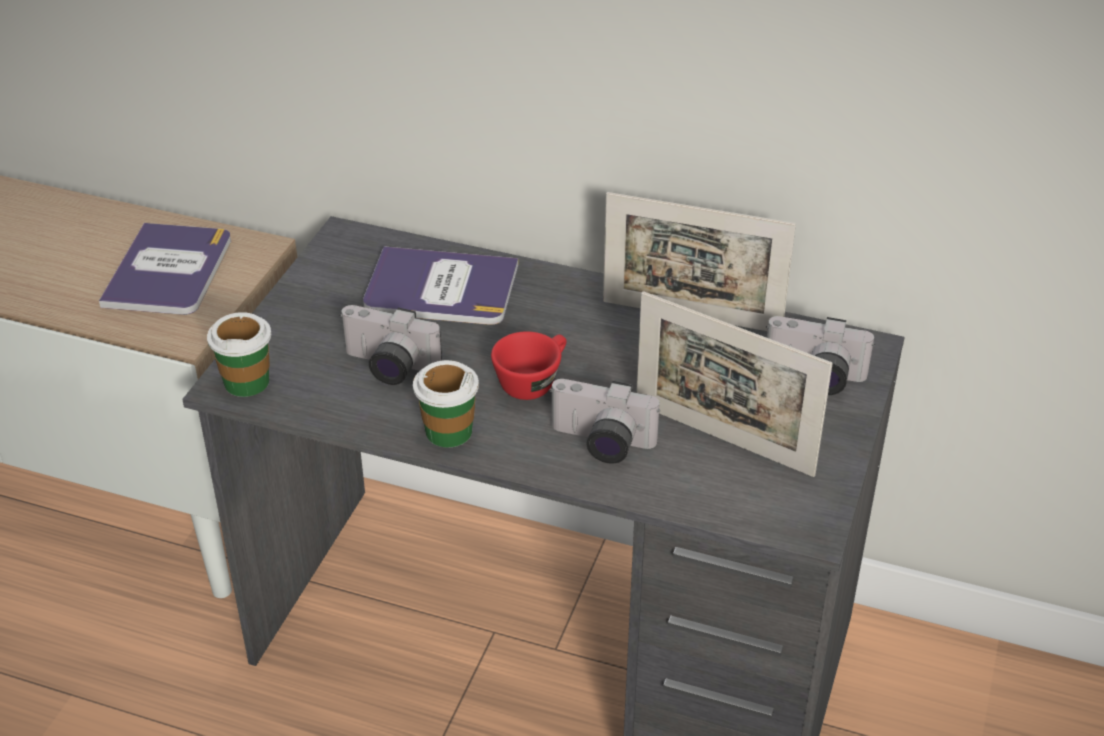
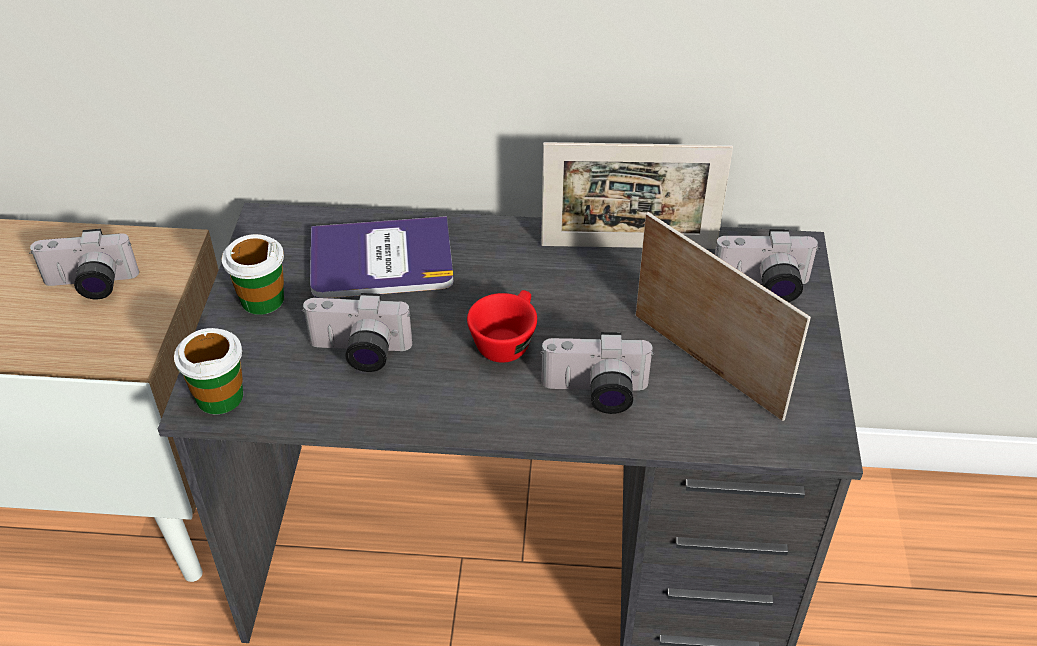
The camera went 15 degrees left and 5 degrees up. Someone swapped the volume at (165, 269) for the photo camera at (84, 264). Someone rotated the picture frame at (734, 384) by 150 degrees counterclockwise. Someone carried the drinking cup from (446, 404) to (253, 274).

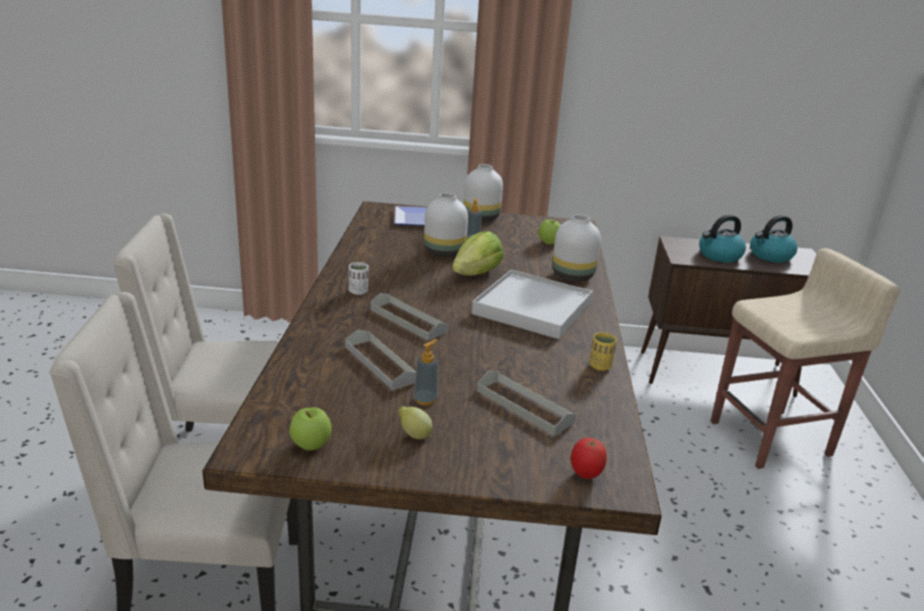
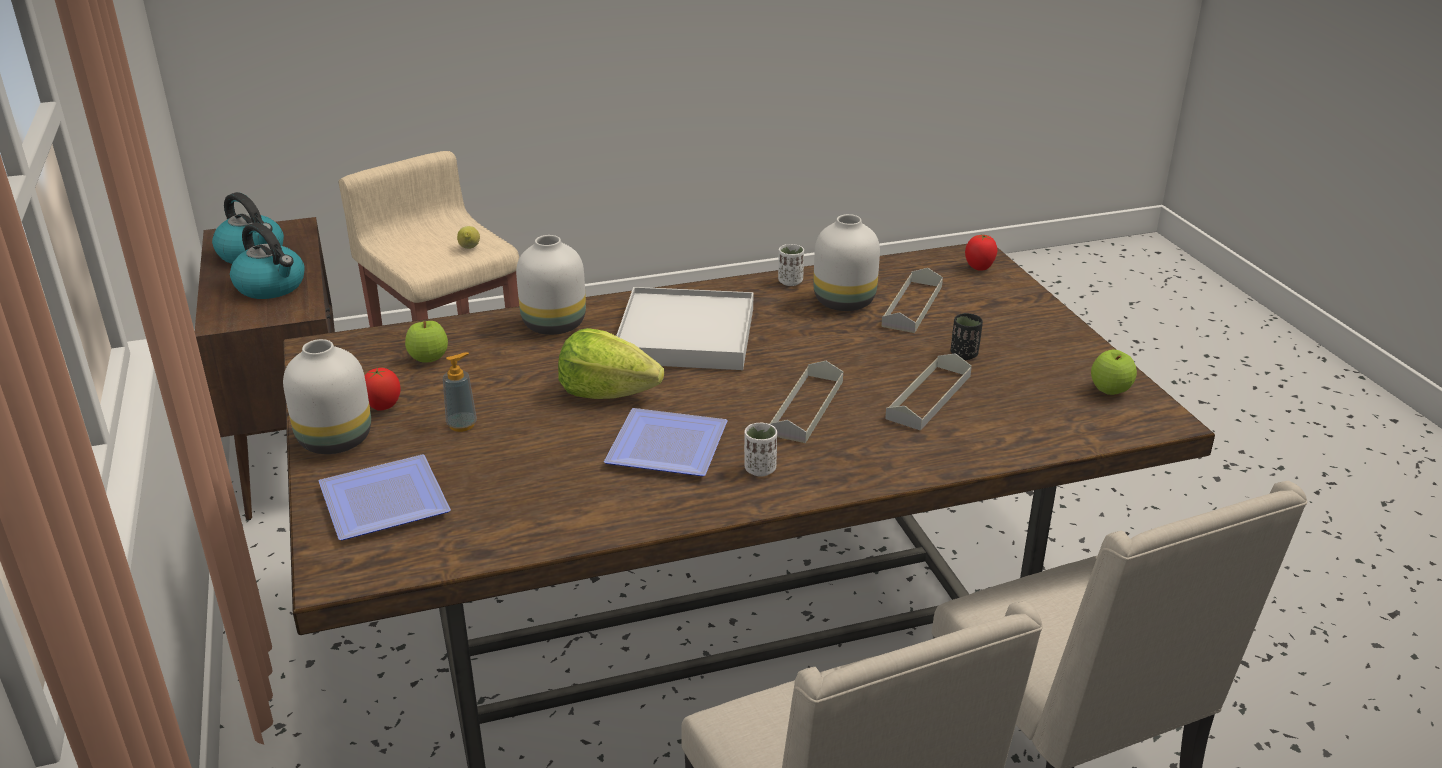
The camera went 110 degrees left and 5 degrees up. Someone carried the flower vase in white from (446, 225) to (847, 262). Someone repainted the drinking cup in yellow-coloured at (603, 352), which became the drinking cup in white at (791, 265). Someone swapped the liquid soap bottle at (425, 372) for the drinking cup in black at (967, 336). Someone carried the lemon from (415, 423) to (468, 237). Someone put down the fresh tomato at (382, 389). Someone put down the flat dish at (666, 442).

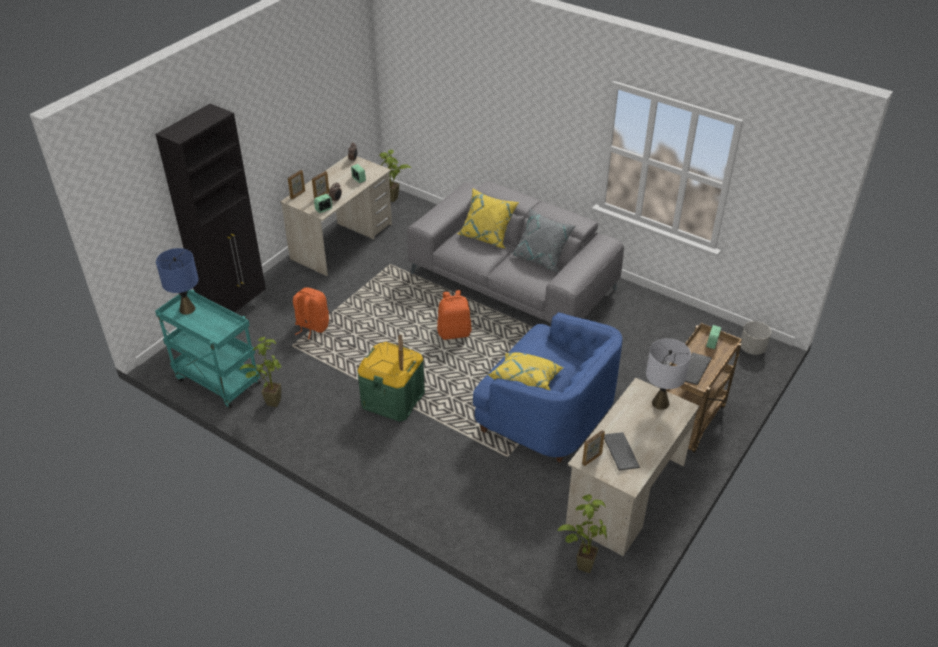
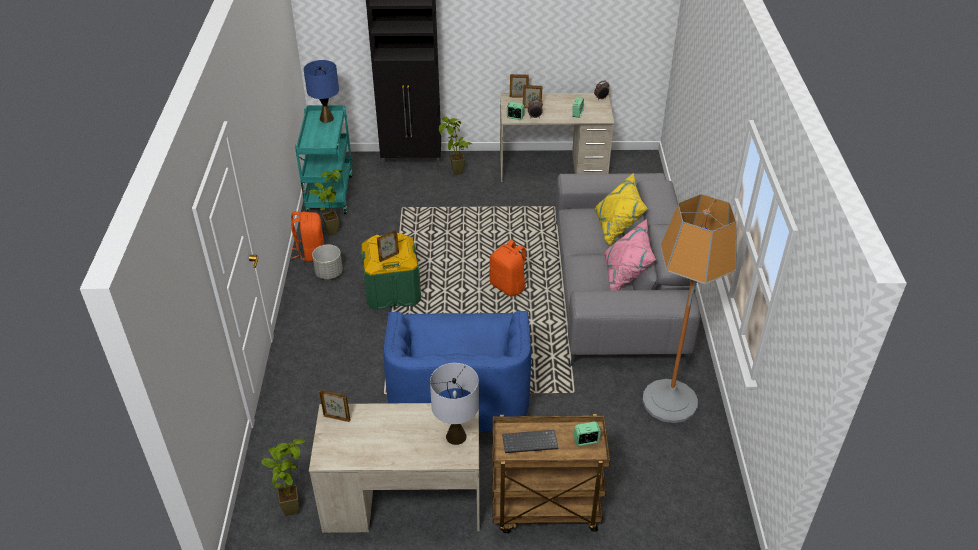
The camera went 55 degrees right and 0 degrees up. Someone carried the plant in a pot from (395, 176) to (455, 146). Someone repainted the cushion in grey at (543, 240), which became the cushion in pink at (630, 254). Someone carried the rucksack in orange-coloured from (311, 313) to (307, 236). Someone carried the plant pot in grey from (756, 338) to (327, 262). Someone took away the cushion in yellow-coloured at (525, 371). Someone took away the keyboard at (622, 451). Someone put down the floor lamp at (689, 308).

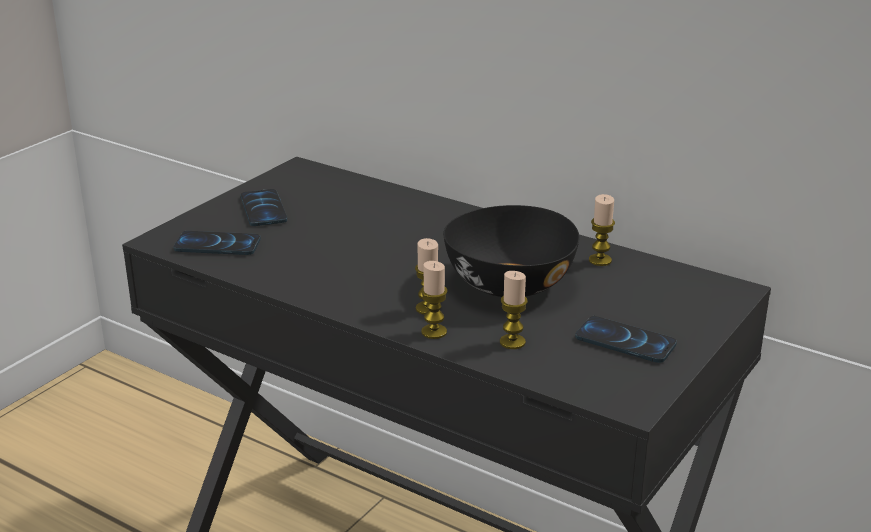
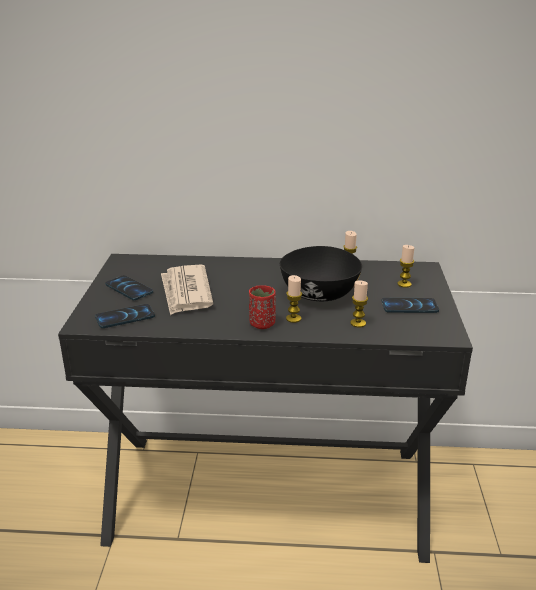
The camera went 30 degrees left and 0 degrees up. Someone carried the wax light from (434, 300) to (405, 266). Someone put down the printed paper at (187, 290). Someone put down the drinking cup in reddish at (262, 307).

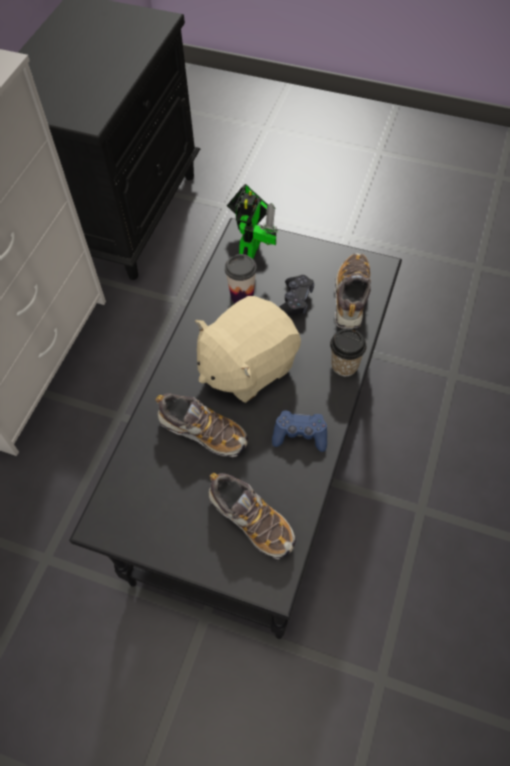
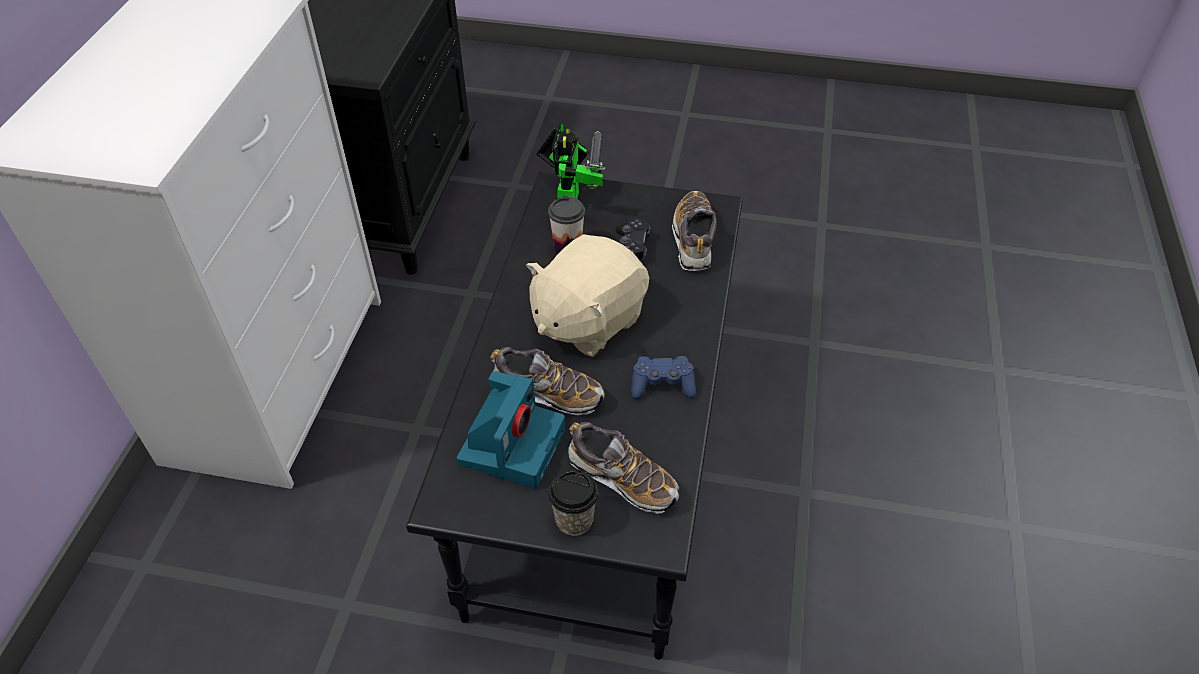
The camera went 10 degrees left and 10 degrees down. Someone carried the drinking cup from (348, 352) to (573, 502). Someone put down the photo camera at (511, 430).

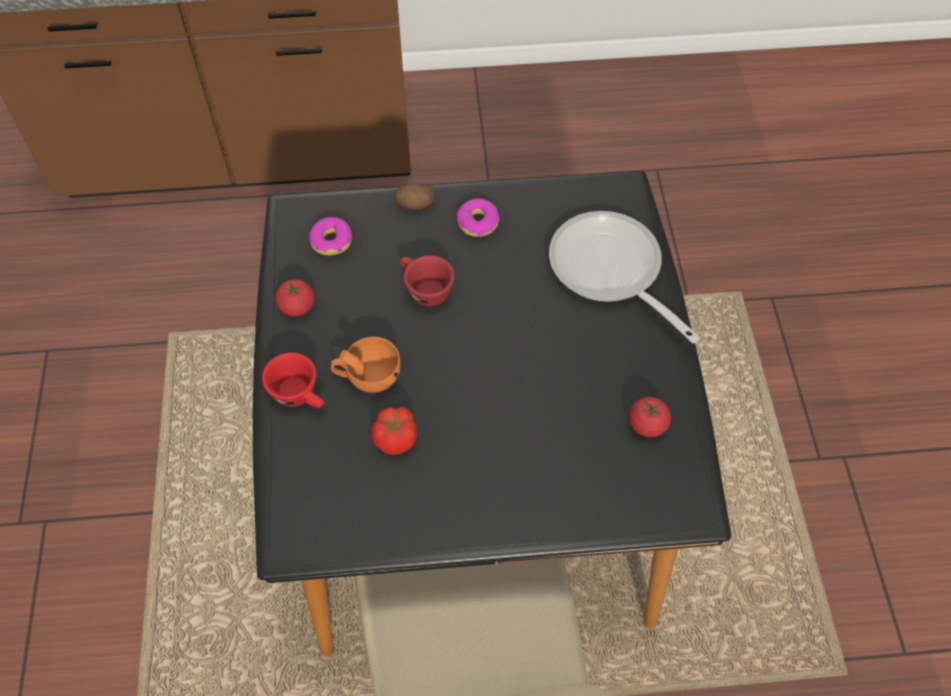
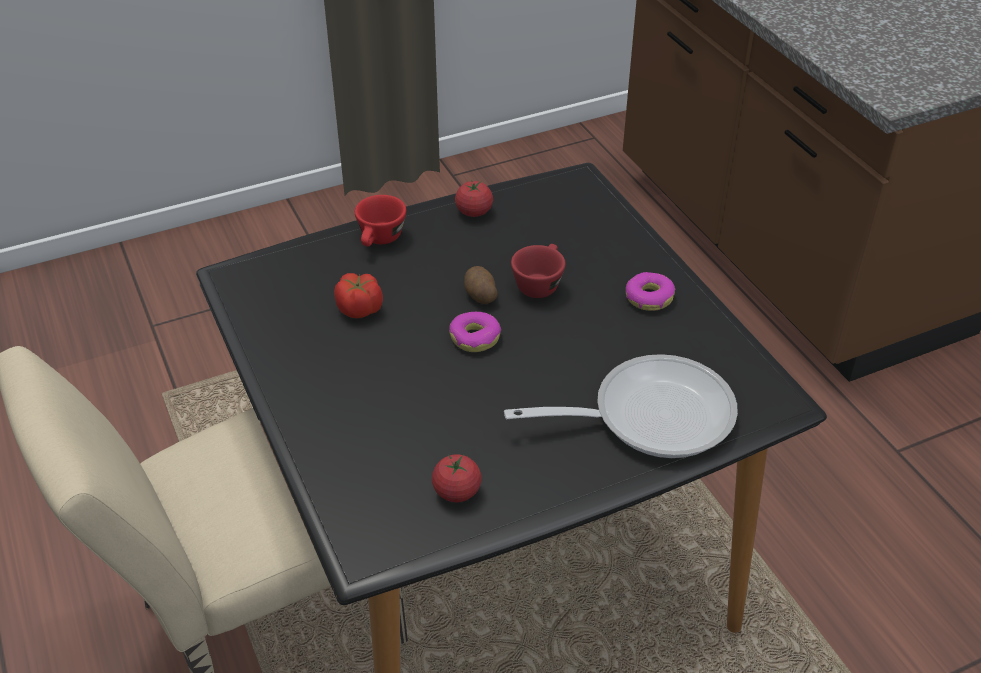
The camera went 70 degrees right and 15 degrees down. Someone carried the whole potato from (414, 196) to (481, 285). Someone rotated the skillet at (624, 277) by 45 degrees clockwise. Someone carried the donut from (330, 236) to (475, 332). Someone took away the drinking cup in orange-coloured at (366, 365).

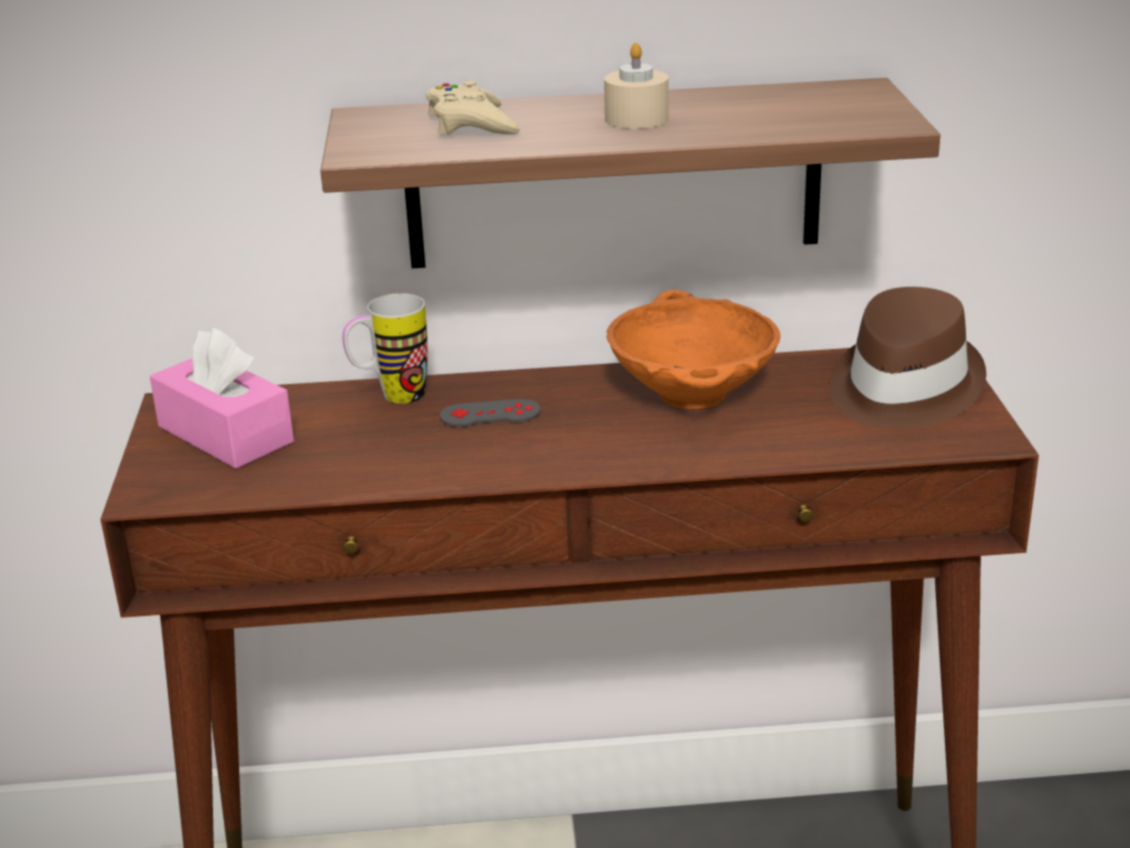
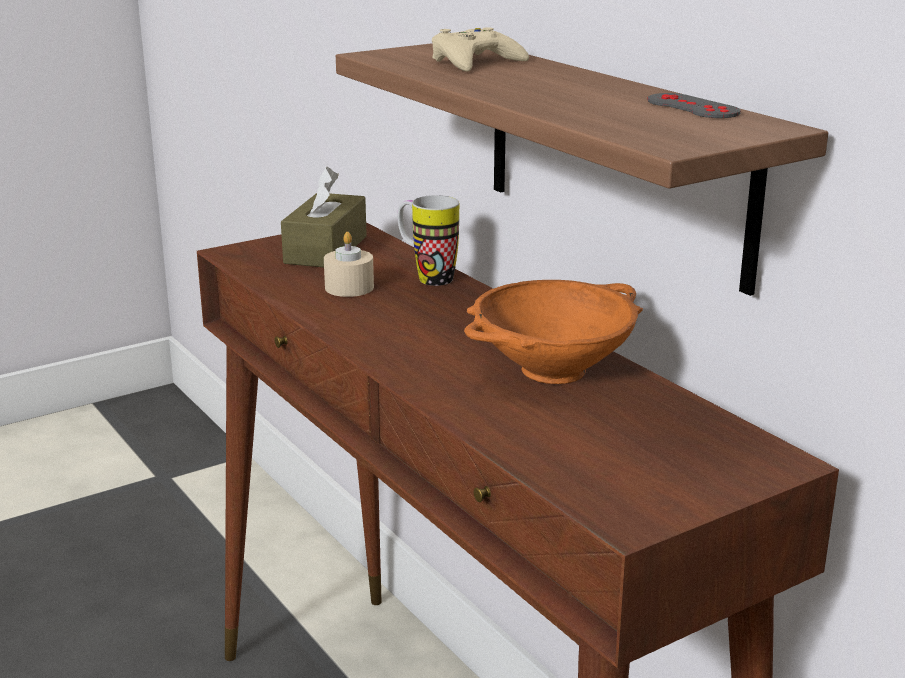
The camera went 60 degrees right and 5 degrees down. Someone carried the wax light in beige-coloured from (636, 86) to (349, 264). Someone took away the hat in brownish at (907, 358). Someone repainted the tissue box in pink at (222, 398), which became the tissue box in brownish at (324, 217). Someone carried the gamepad in grey from (490, 413) to (694, 105).

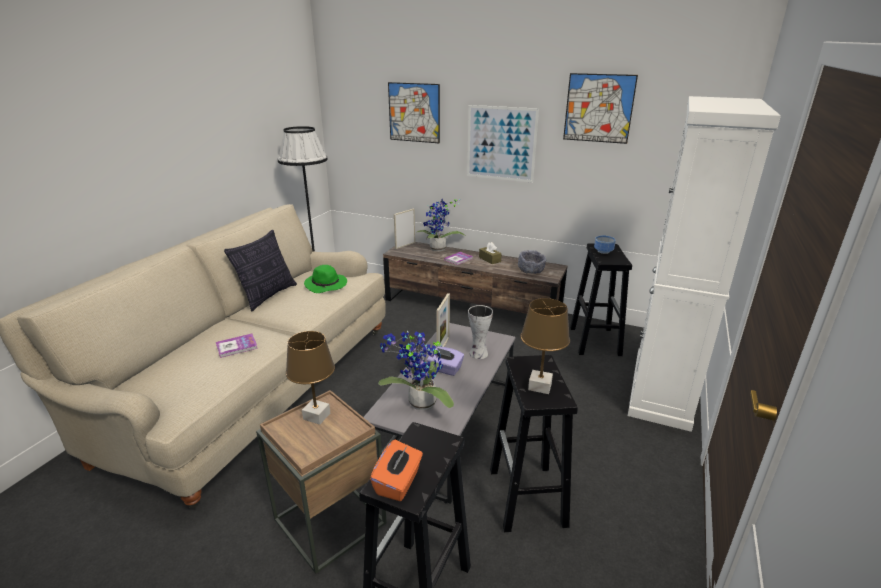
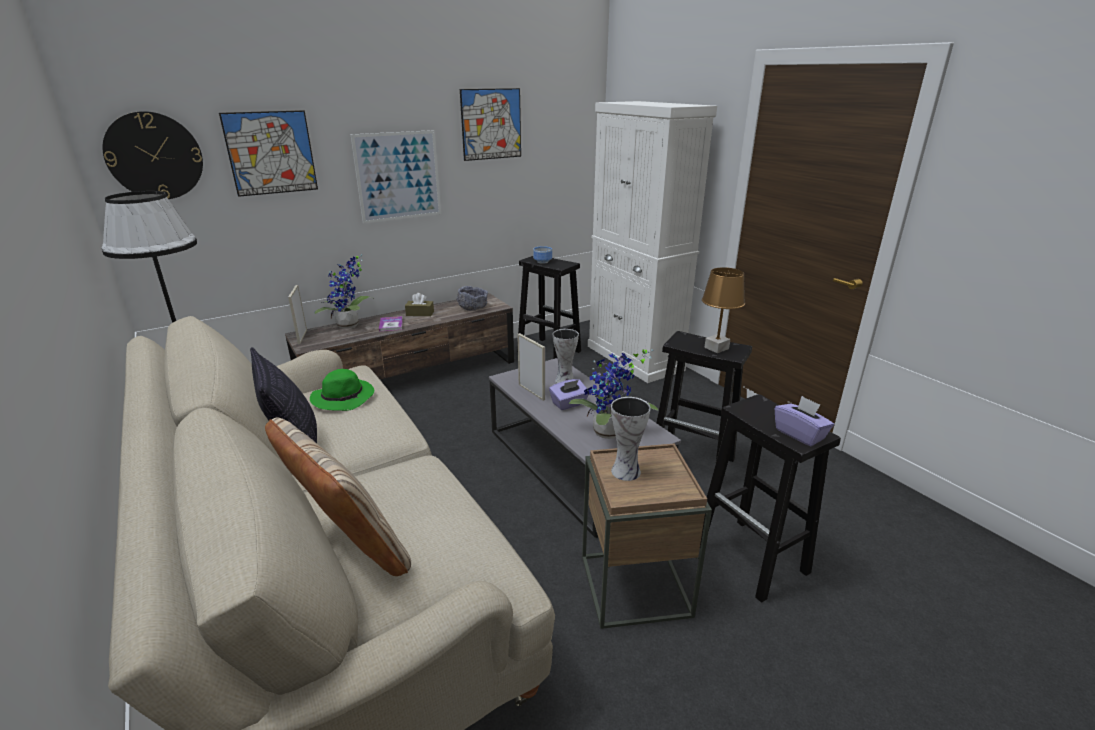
The camera went 55 degrees left and 0 degrees up. Someone swapped the lamp for a table in brownish at (310, 377) for the flower vase at (631, 439). Someone took away the volume at (237, 346). Someone repainted the tissue box in orange-coloured at (396, 470), which became the tissue box in purple-coloured at (804, 421). Someone put up the clock on the wall at (152, 155). Someone put down the cushion in beige-coloured at (338, 496).

